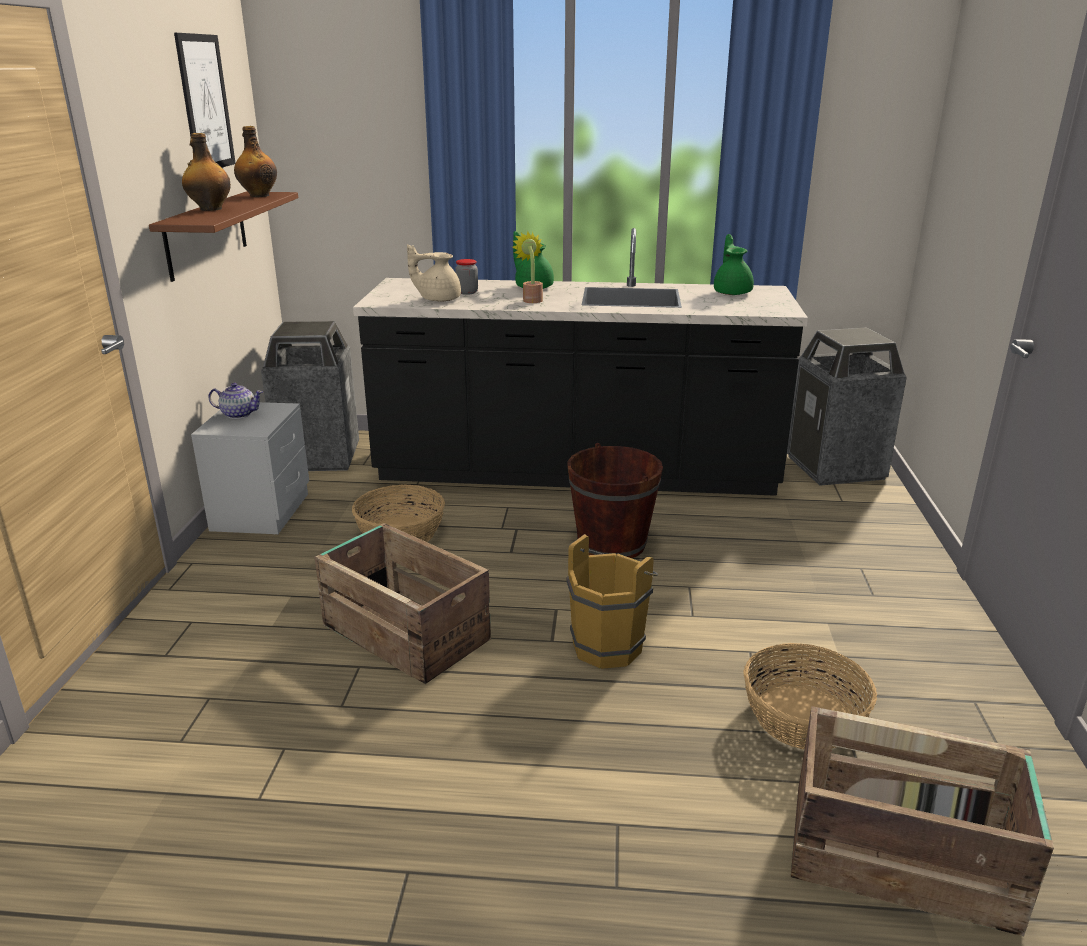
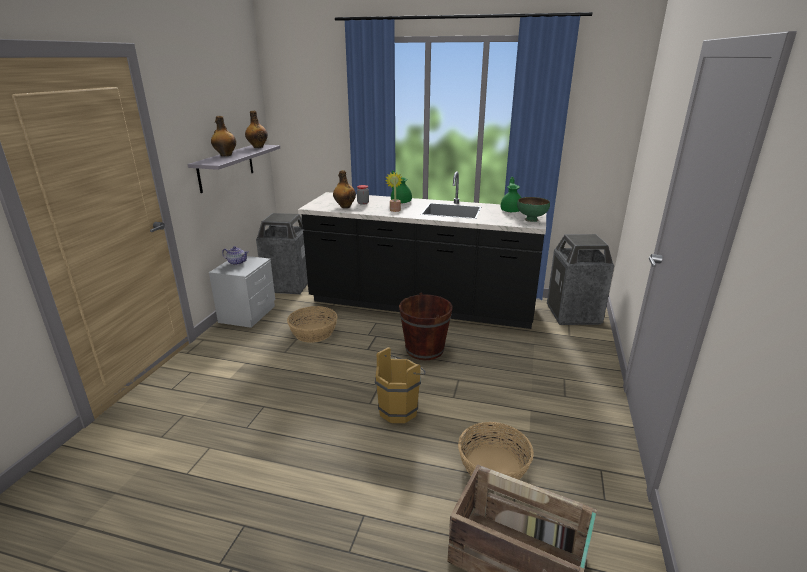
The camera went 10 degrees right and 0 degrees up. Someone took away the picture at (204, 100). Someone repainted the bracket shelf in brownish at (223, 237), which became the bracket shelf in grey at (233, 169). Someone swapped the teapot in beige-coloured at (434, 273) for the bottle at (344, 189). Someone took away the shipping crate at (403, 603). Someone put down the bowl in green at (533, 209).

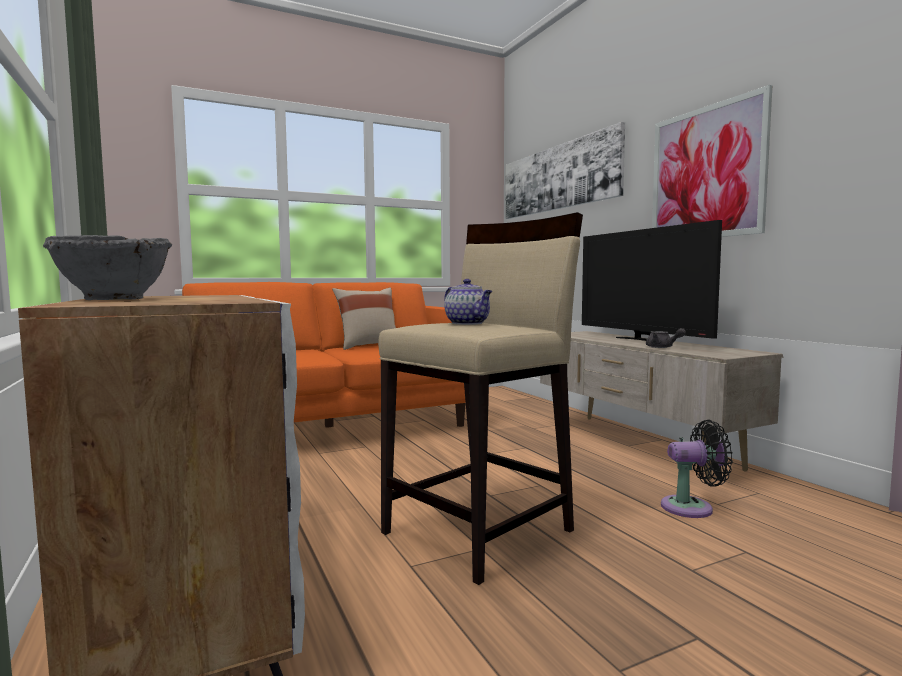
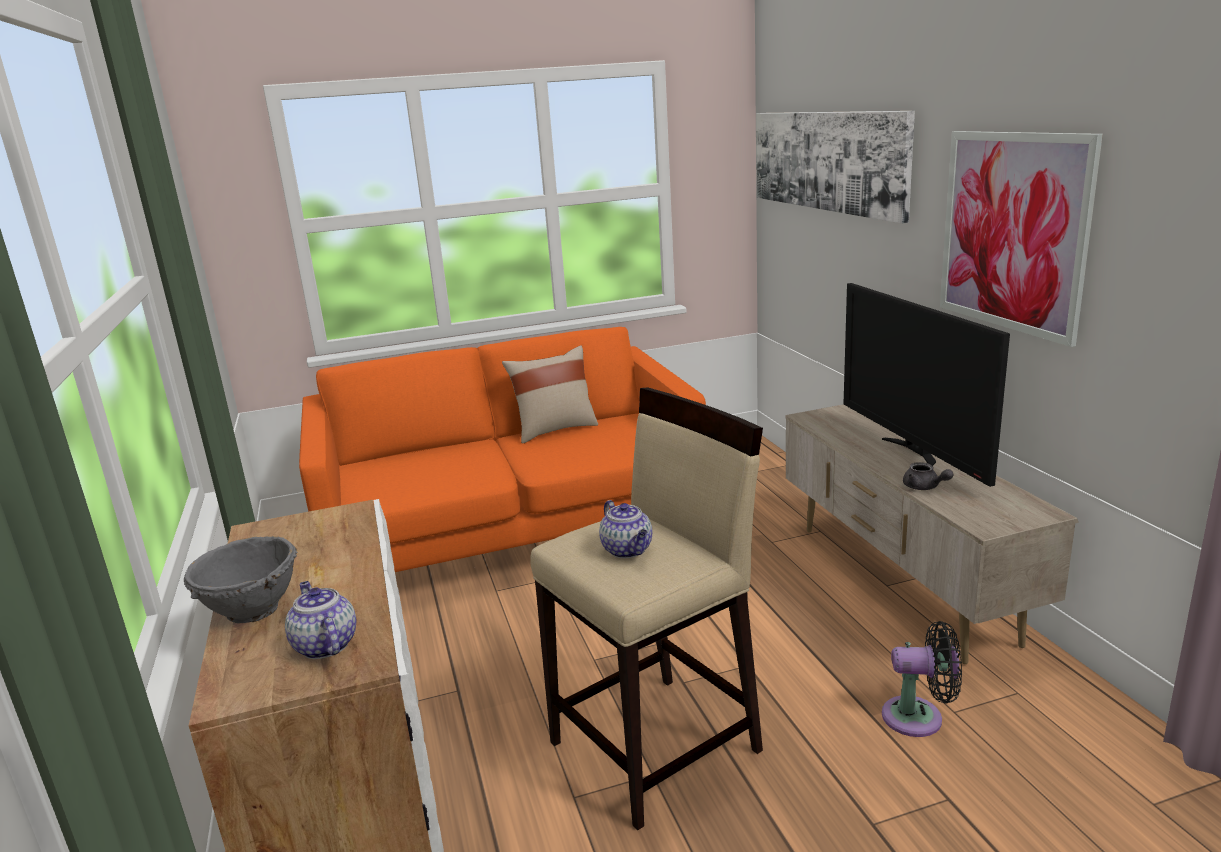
The camera went 10 degrees right and 15 degrees up. Someone put down the teapot at (321, 620).

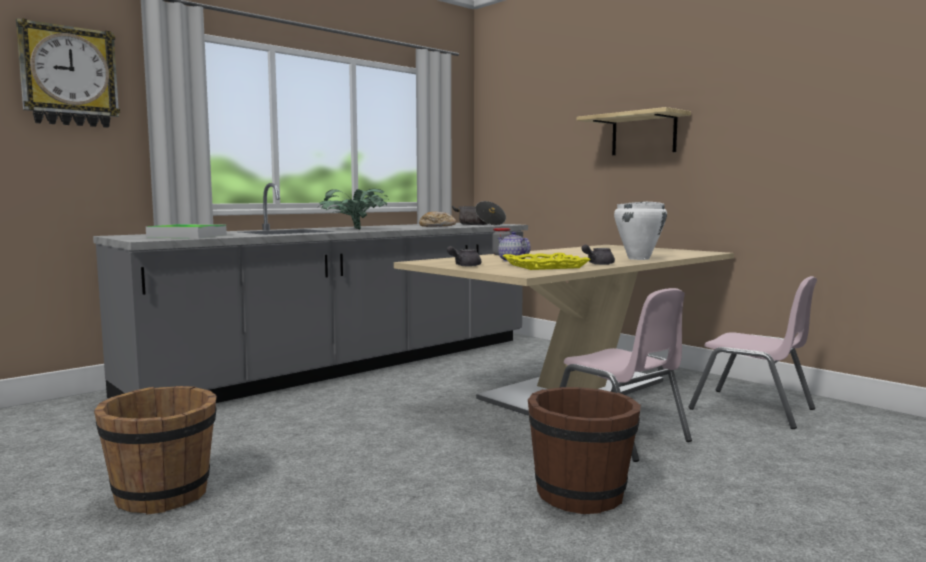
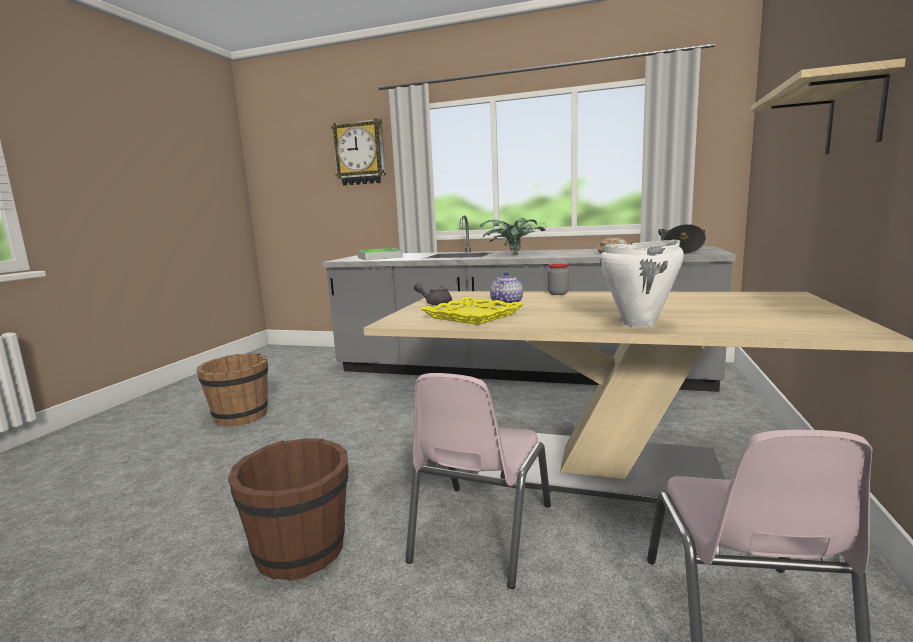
The camera went 60 degrees right and 5 degrees up. Someone took away the teapot in grey at (598, 254).

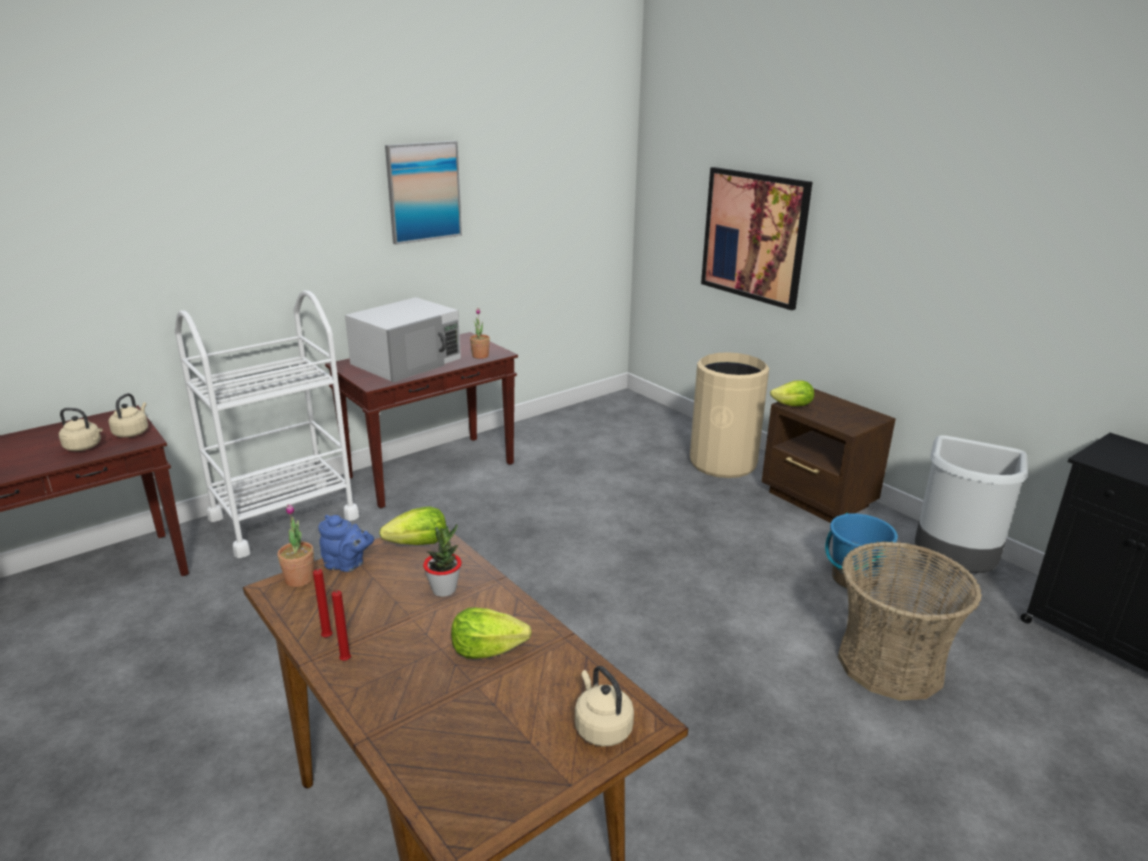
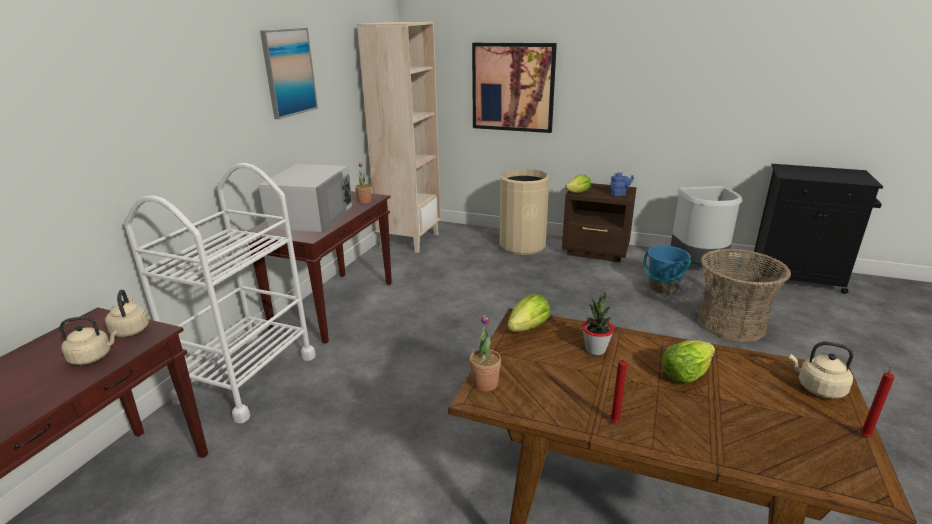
The camera went 30 degrees left and 0 degrees up. Someone carried the teapot in bluish from (346, 543) to (622, 184). Someone carried the wax light in reddish from (322, 600) to (877, 400). Someone put down the shelving unit in beige-coloured at (399, 137).

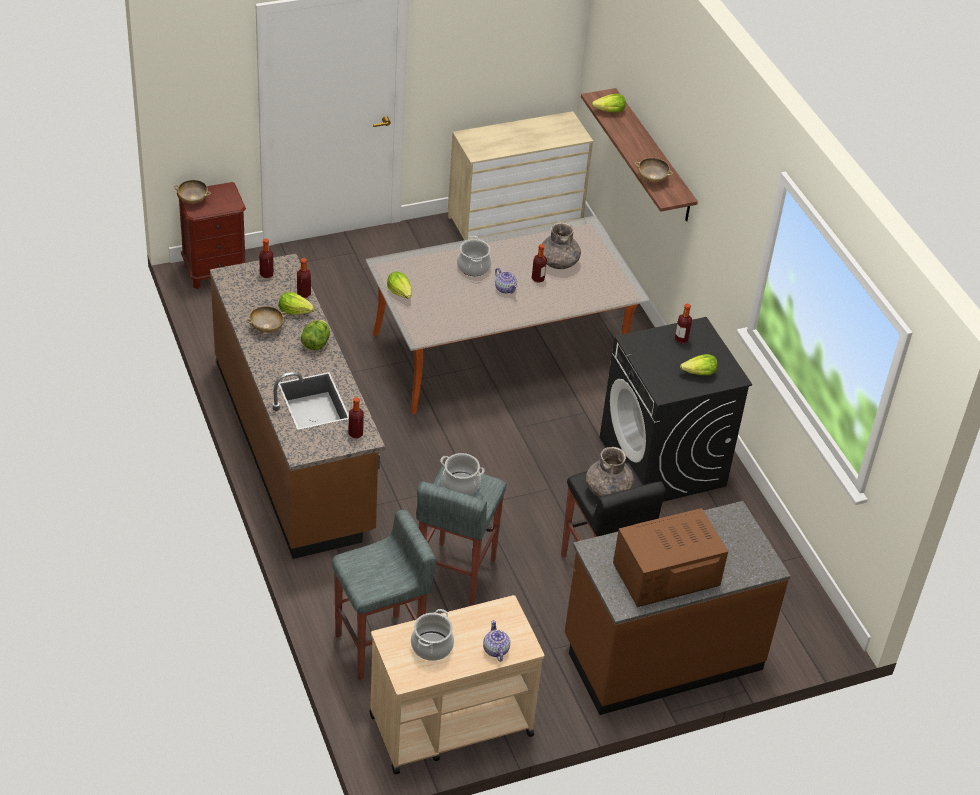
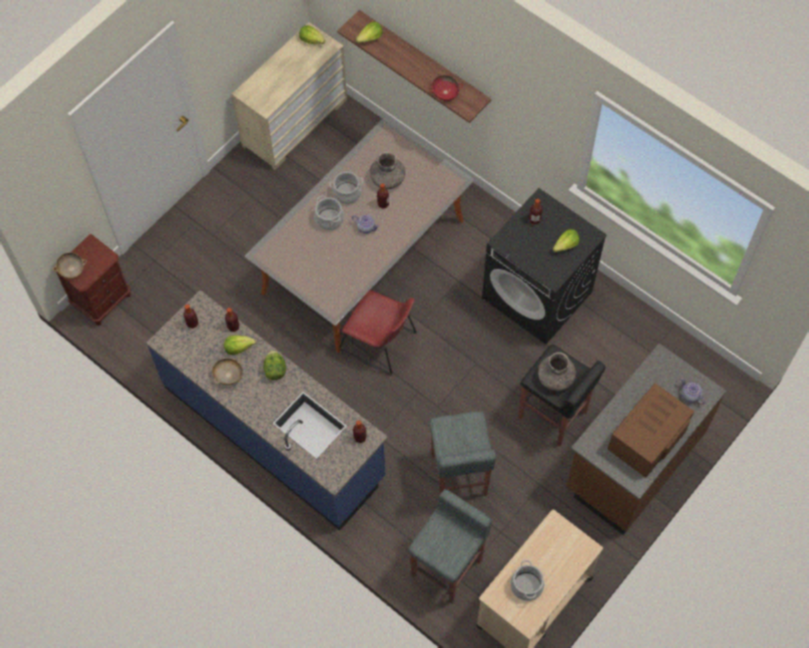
The camera went 25 degrees left and 20 degrees up. Someone repainted the bowl in beige-coloured at (654, 170), which became the bowl in reddish at (445, 88). Someone repainted the kitchen counter in brownish at (297, 406), which became the kitchen counter in bluish at (267, 410). Someone carried the lettuce head from (399, 285) to (312, 34). Someone carried the saucepot from (462, 474) to (346, 188). Someone carried the teapot from (496, 641) to (693, 391). Someone put down the chair in reddish at (378, 333).

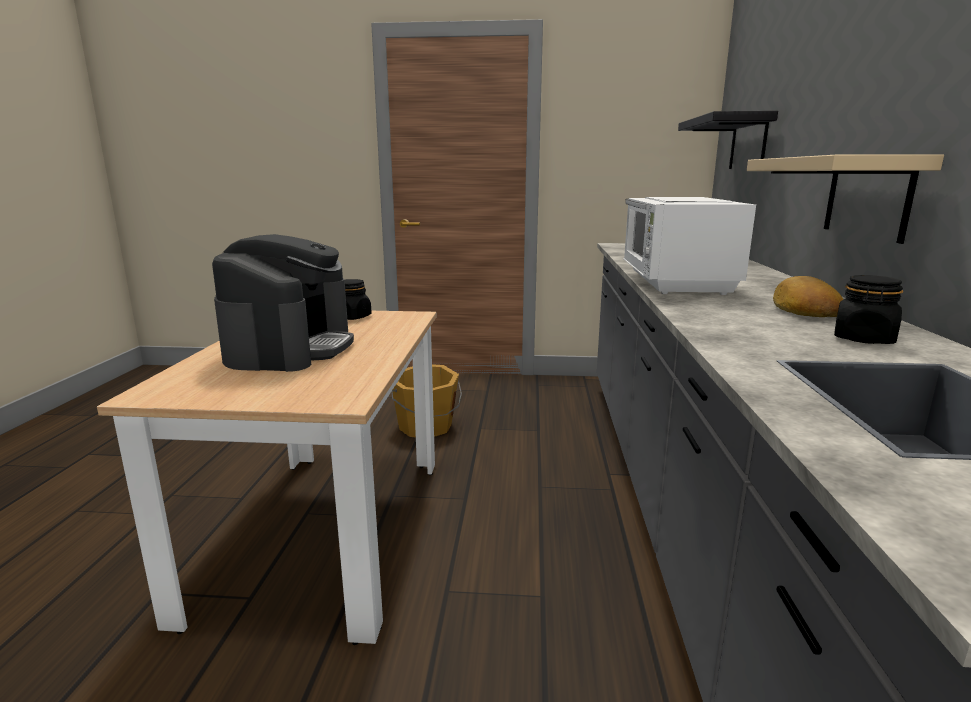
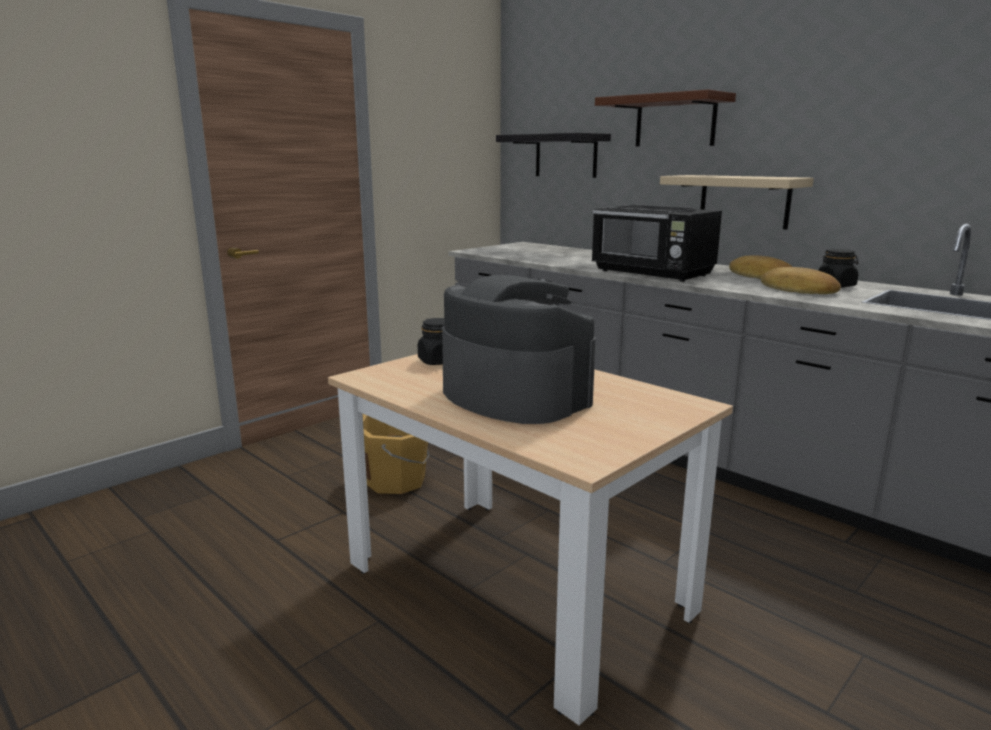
The camera went 50 degrees left and 0 degrees up. Someone repainted the microwave oven in white at (690, 246), which became the microwave oven in black at (656, 243). Someone put up the bracket shelf in brownish at (665, 117). Someone put down the baked bread at (801, 280).

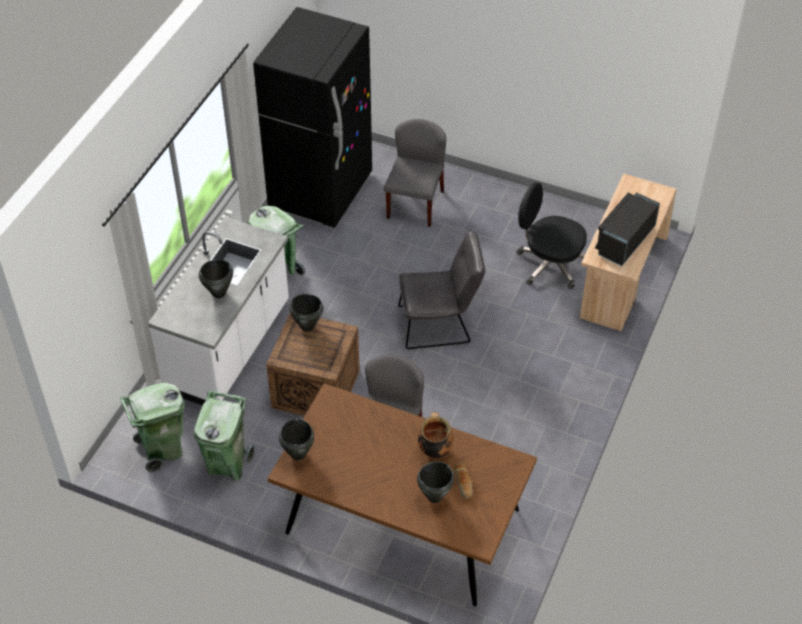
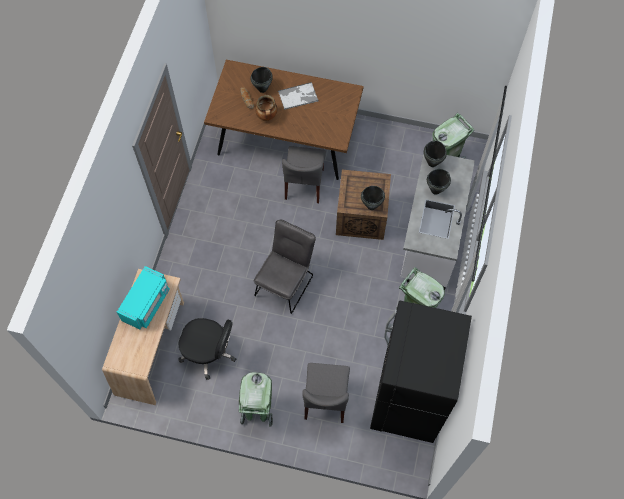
The camera went 170 degrees right and 15 degrees up. Someone repainted the microwave oven in black at (627, 229), which became the microwave oven in turquoise at (143, 298). Someone rotated the chair in grey at (441, 289) by 135 degrees clockwise. Someone carried the waste bin in green from (224, 436) to (256, 399). Someone carried the saucepot in black from (296, 439) to (435, 153). Someone put down the serving tray at (298, 96).

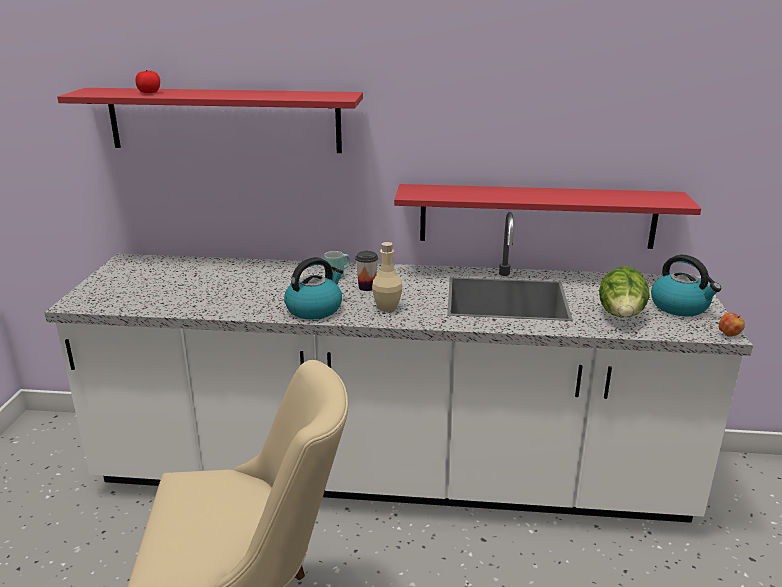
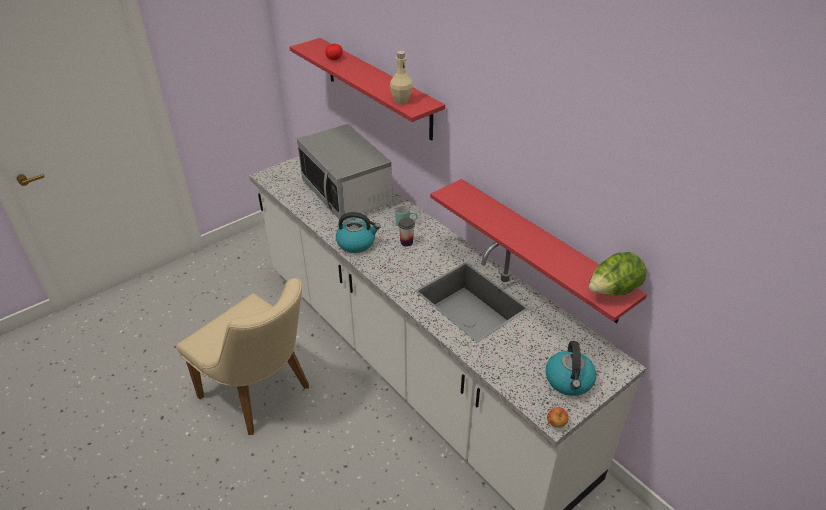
The camera went 45 degrees right and 15 degrees up. Someone carried the bottle in beige-coloured from (387, 277) to (401, 77). Someone carried the lettuce head from (624, 291) to (618, 273). Someone put down the microwave oven at (345, 172).

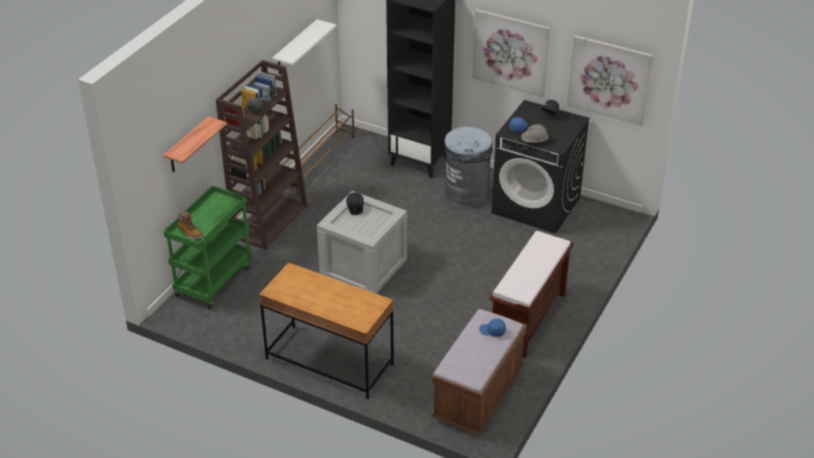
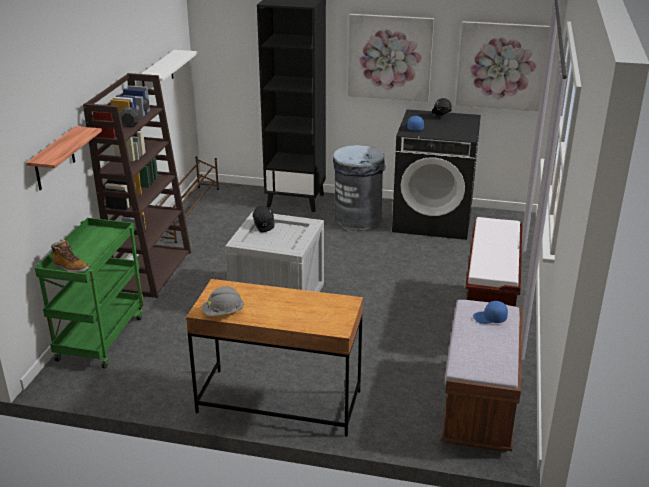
The camera went 15 degrees left and 10 degrees down. Someone carried the work helmet in grey from (535, 133) to (223, 301).

